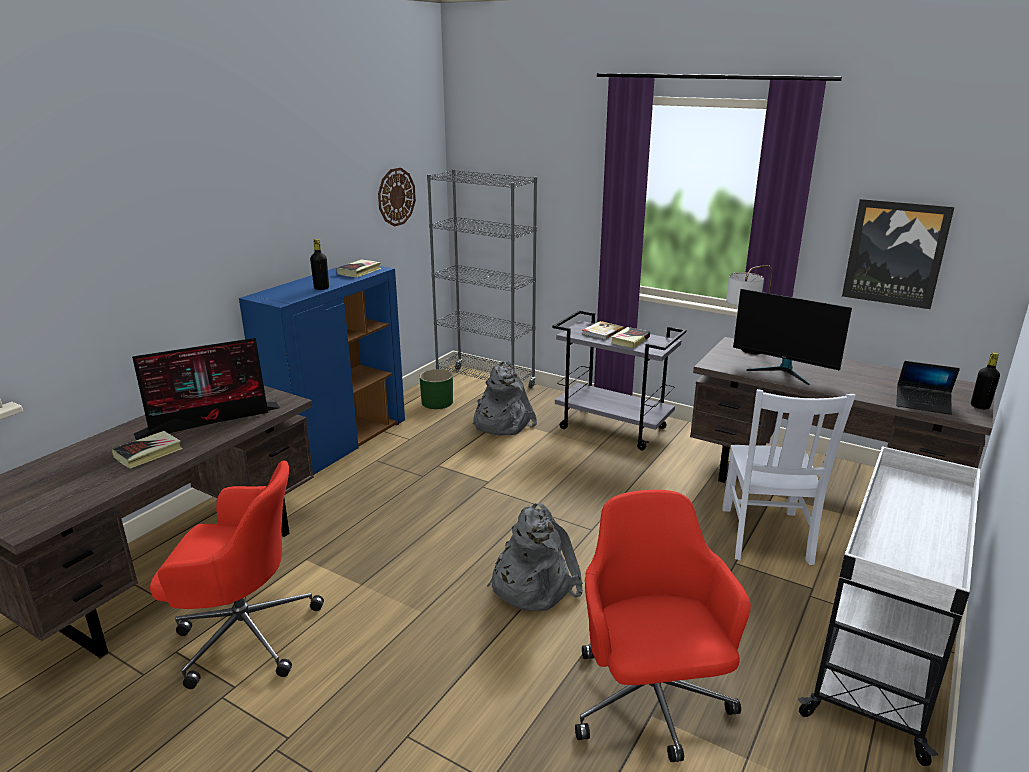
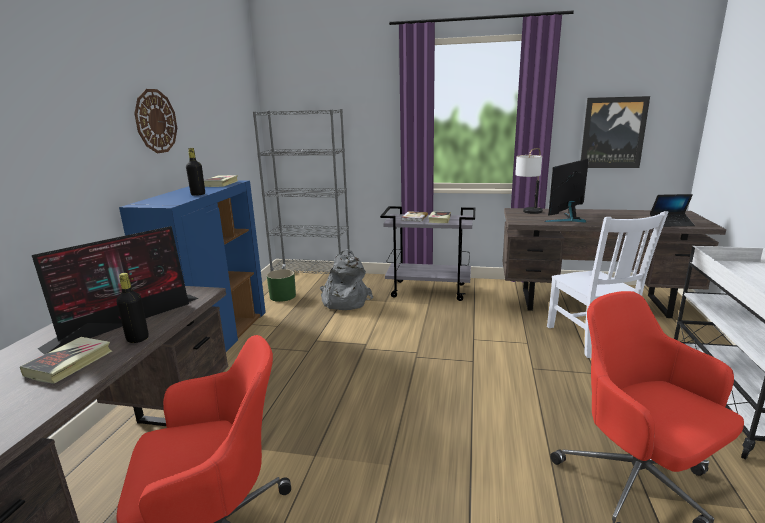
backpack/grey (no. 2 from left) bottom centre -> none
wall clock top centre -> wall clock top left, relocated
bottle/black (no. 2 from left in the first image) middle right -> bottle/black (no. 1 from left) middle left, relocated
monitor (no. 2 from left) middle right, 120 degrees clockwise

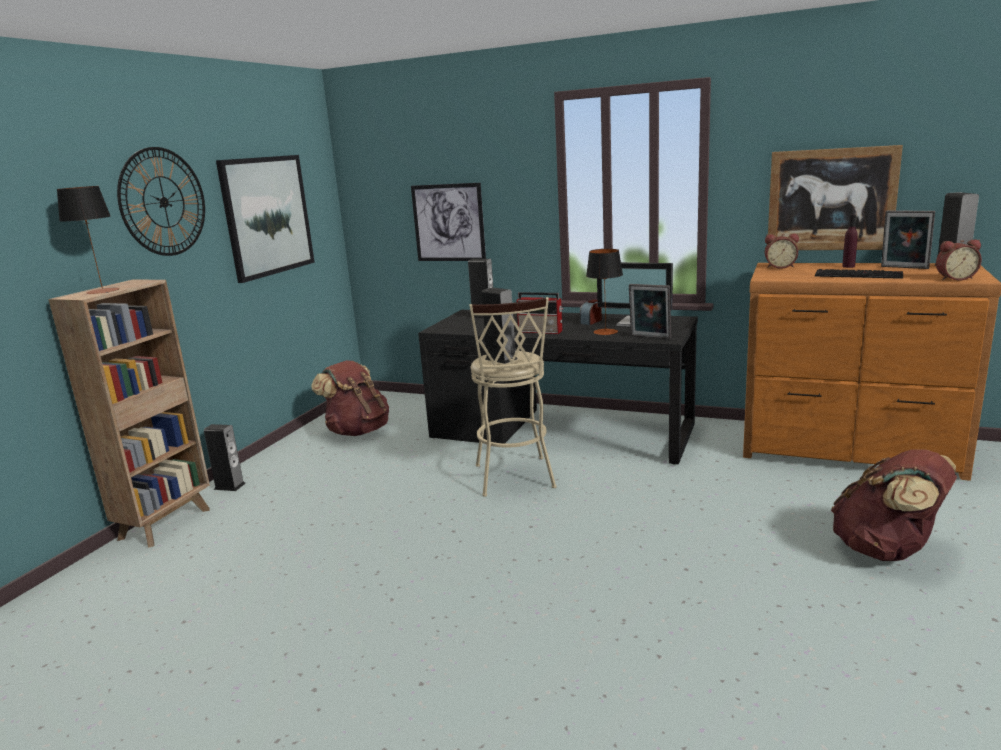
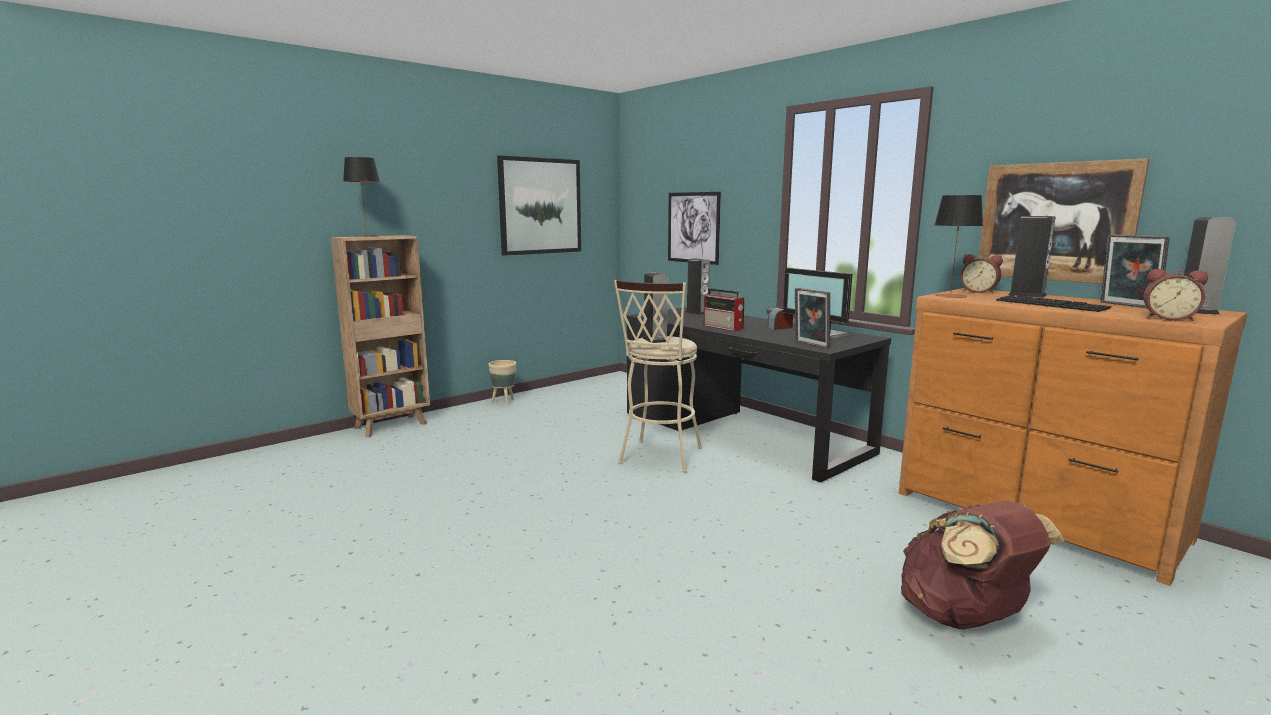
wall clock top left -> none
backpack/brown (no. 1 from left) centre -> none
bottle/purple top right -> none
none -> planter/beige centre
speaker (no. 1 from left in the first image) middle left -> speaker (no. 3 from left) middle right, relocated
table lamp (no. 2 from left) centre -> table lamp (no. 2 from left) middle right, relocated

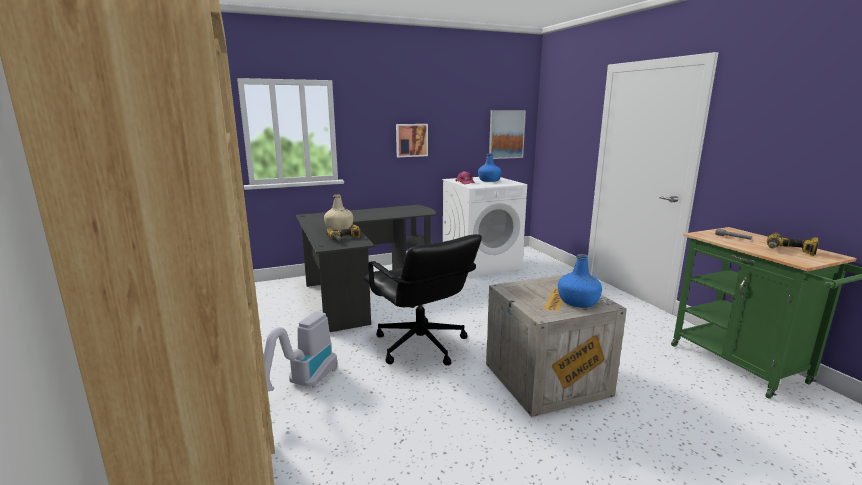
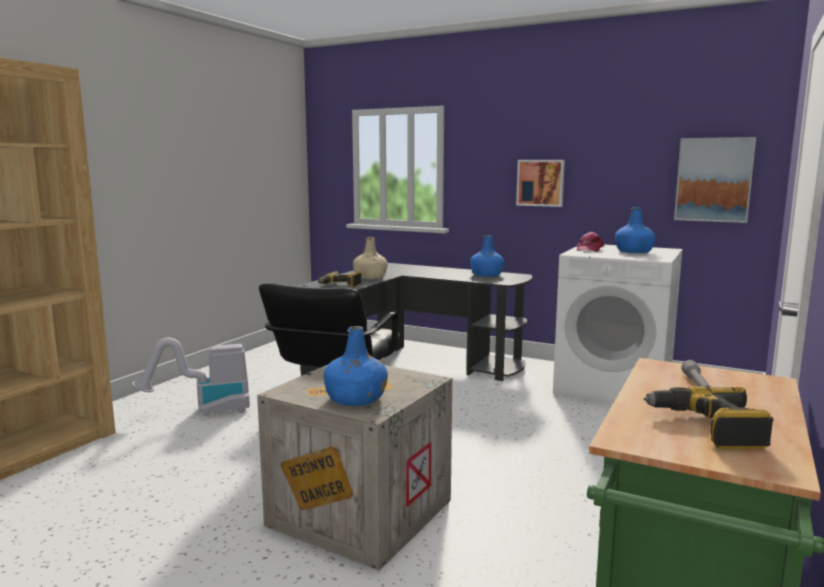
none -> bottle/blue (no. 2 from left) centre

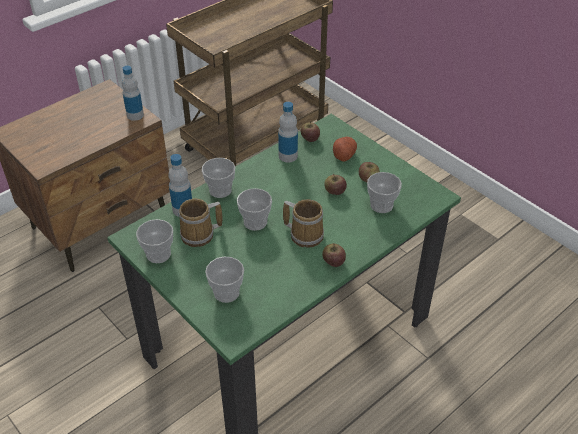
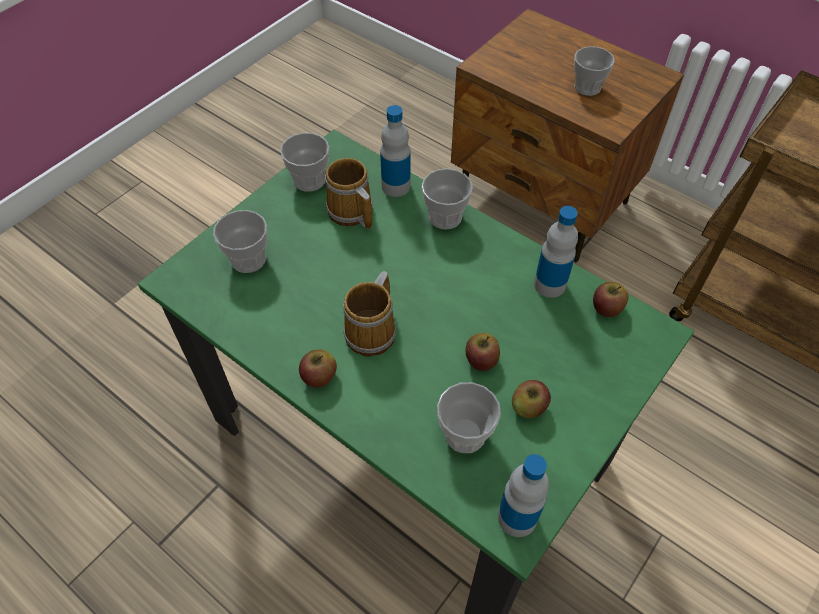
potato centre -> none
bottle (no. 1 from left in the first image) top left -> bottle (no. 2 from left) bottom centre, relocated
cup (no. 4 from left in the first image) centre -> cup (no. 5 from left) top right, relocated

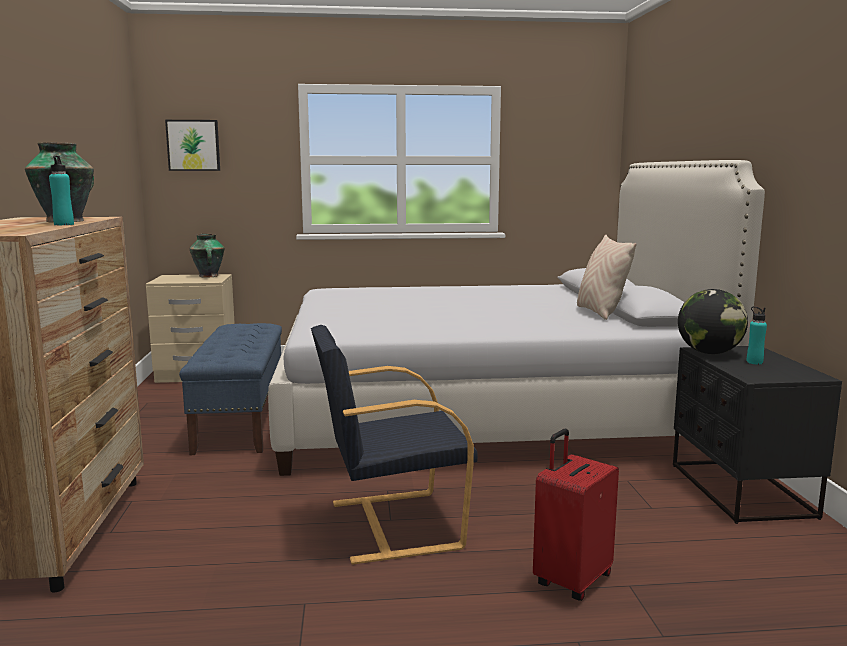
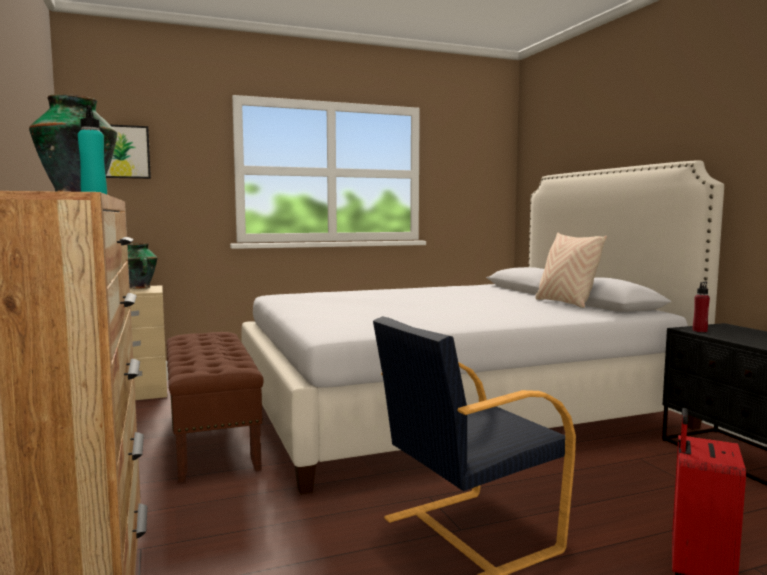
bottle/turquoise (no. 2 from left) middle right -> none
globe middle right -> bottle/red middle right
bench/blue middle left -> bench/brown bottom left

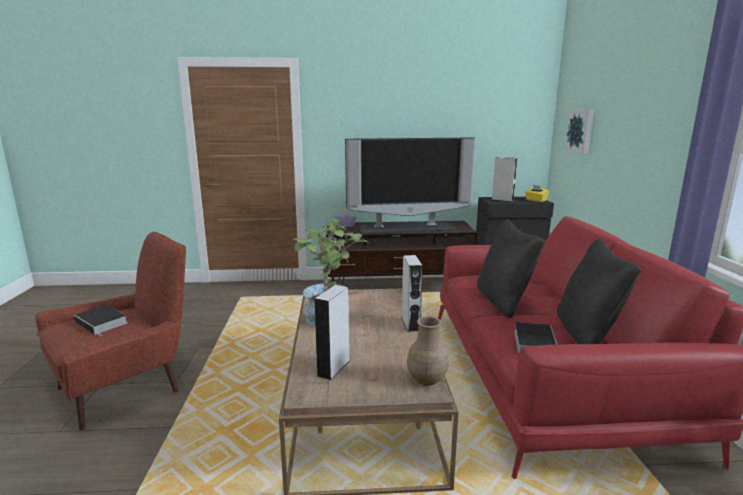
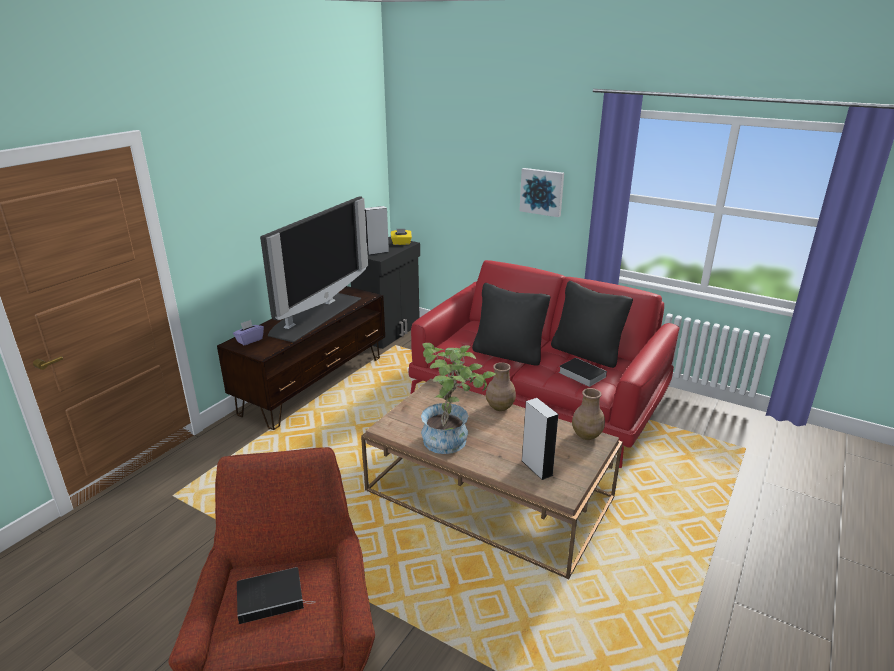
picture top right -> picture top centre, relocated
speaker/grey (no. 2 from left) centre -> vase/brown (no. 1 from left) centre

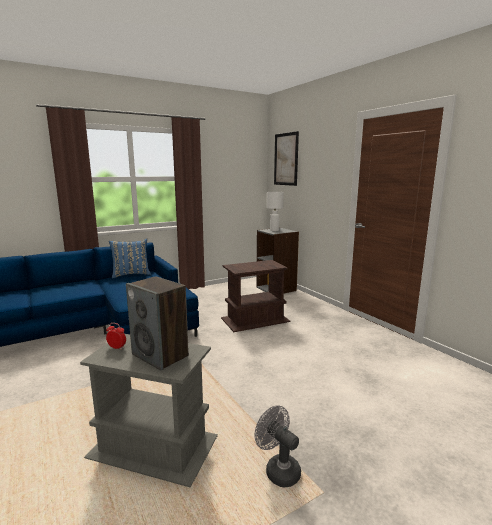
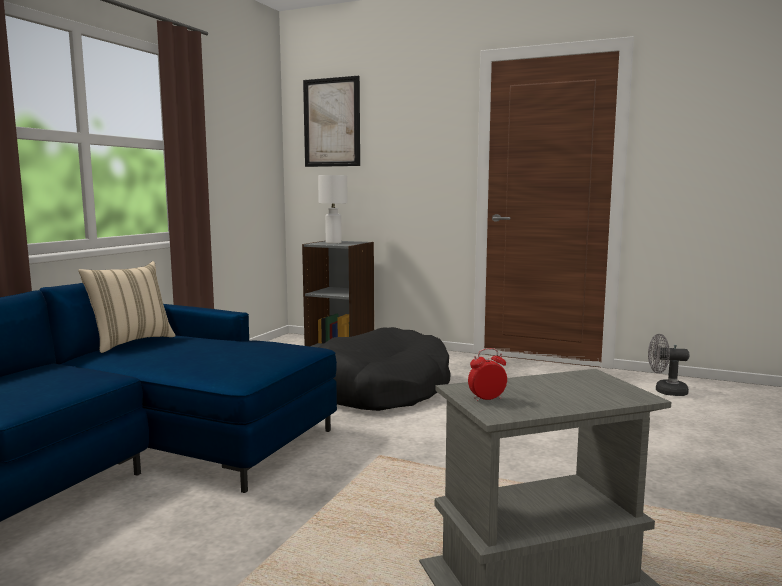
speaker middle left -> none
fan/grey bottom centre -> fan/grey middle right, relocated
side table/brown centre -> dog bed/black centre
pillow/blue middle left -> pillow/beige middle left

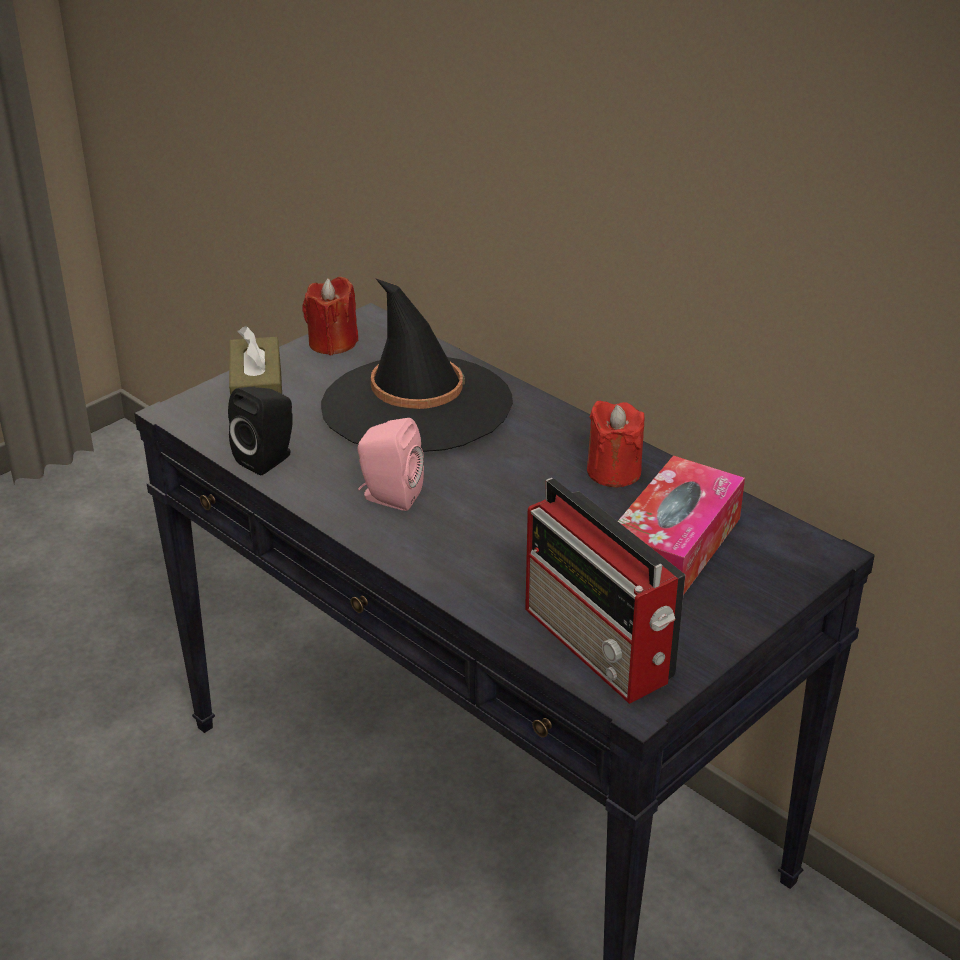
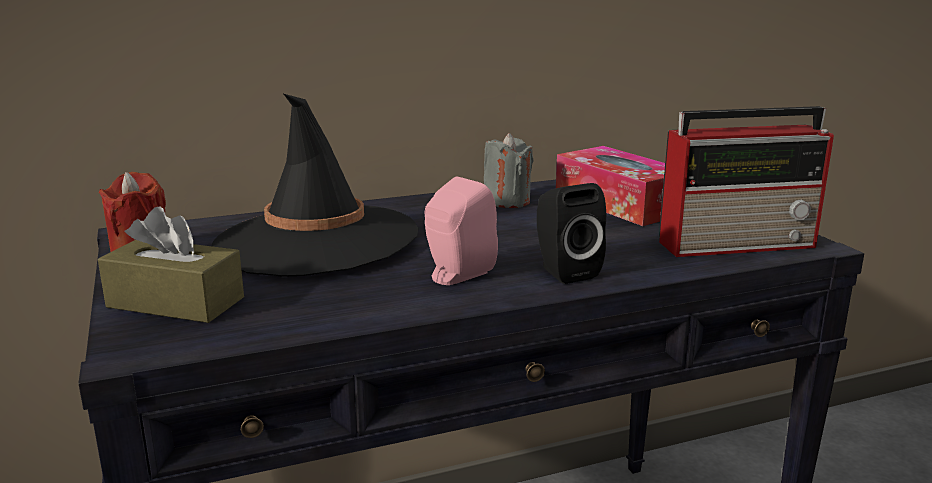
speaker/black middle left -> speaker/black centre, relocated
candle/red (no. 2 from left) centre -> candle/grey centre

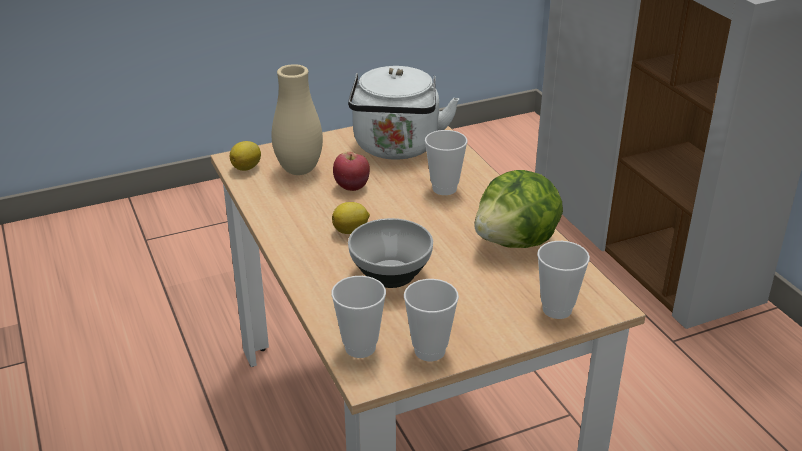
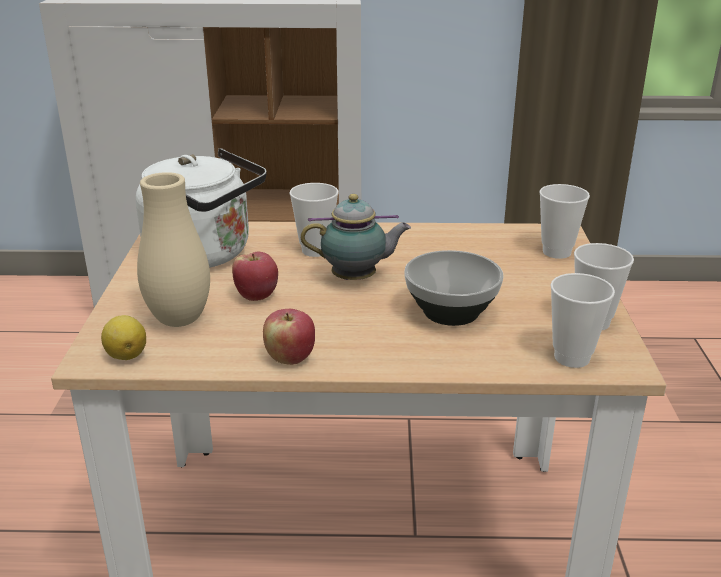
lemon (no. 2 from left) centre -> none
lettuce centre -> none
none -> apple (no. 2 from left) centre
none -> teapot centre

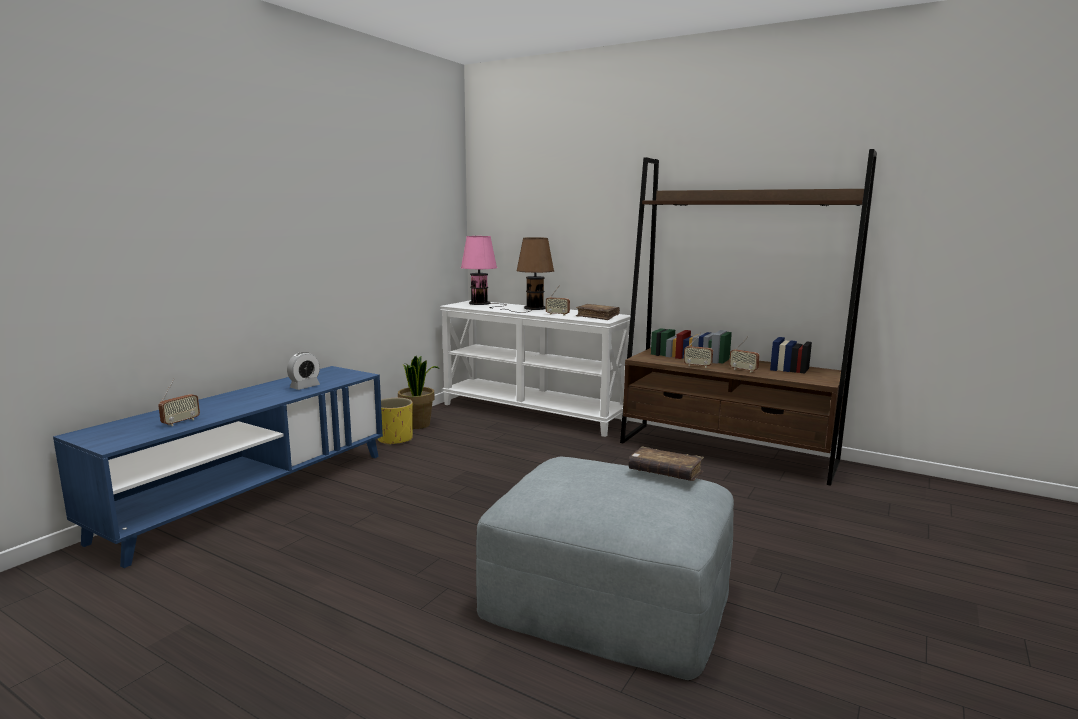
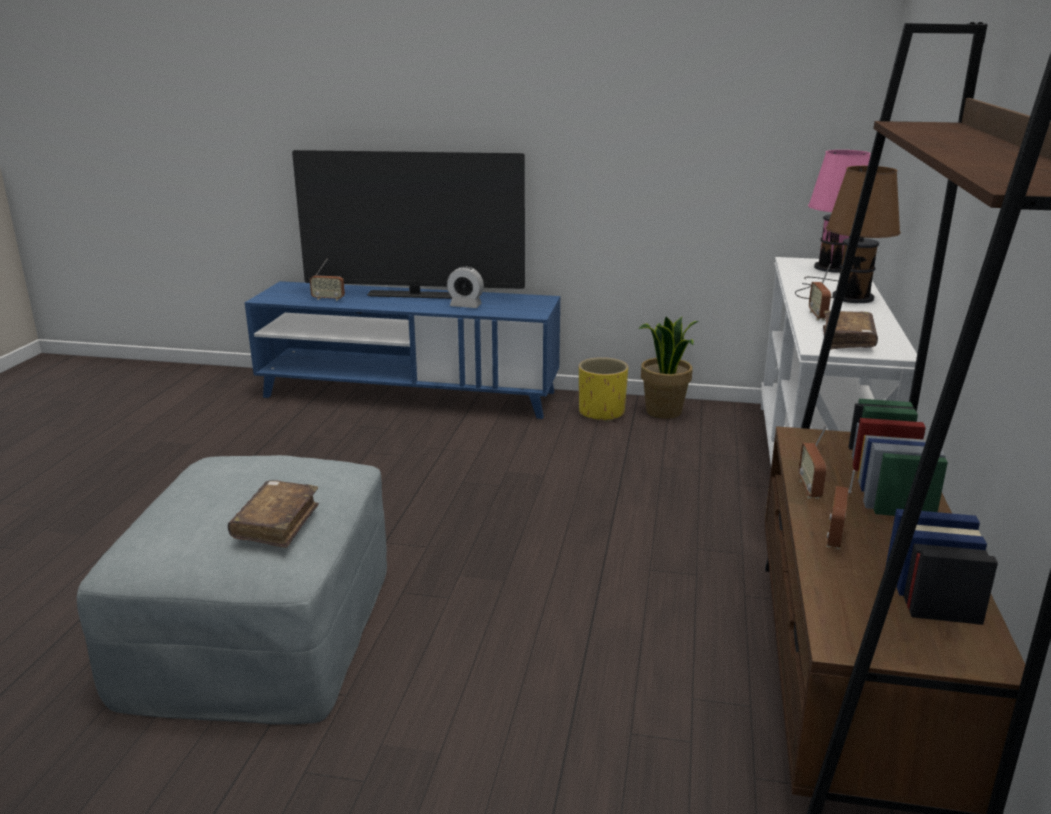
none -> television top centre

